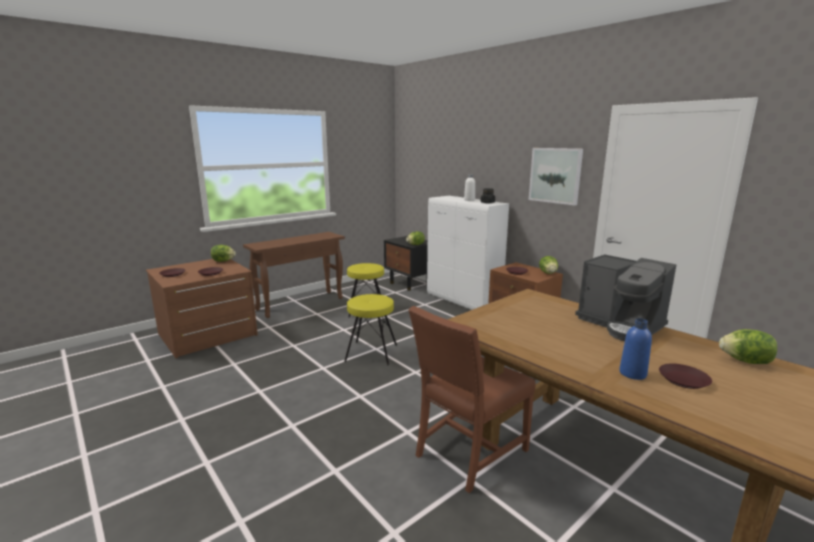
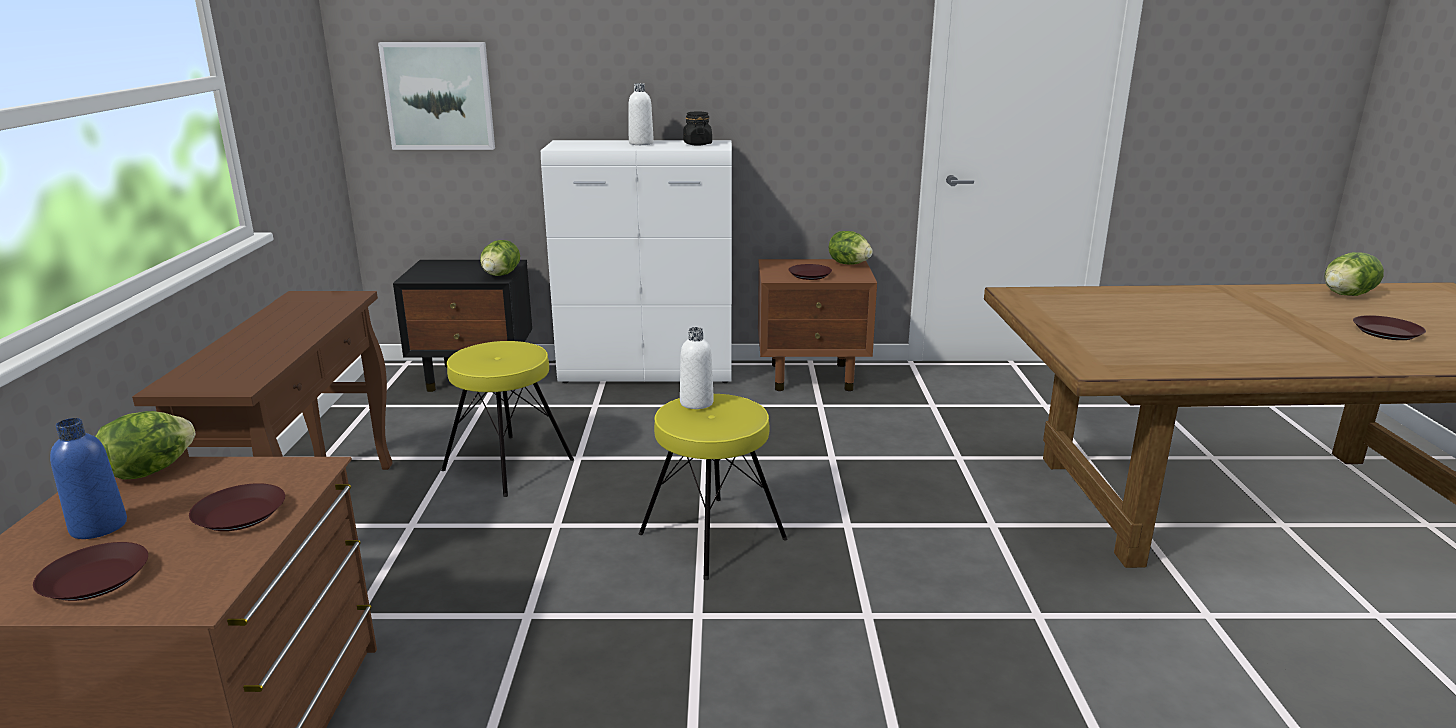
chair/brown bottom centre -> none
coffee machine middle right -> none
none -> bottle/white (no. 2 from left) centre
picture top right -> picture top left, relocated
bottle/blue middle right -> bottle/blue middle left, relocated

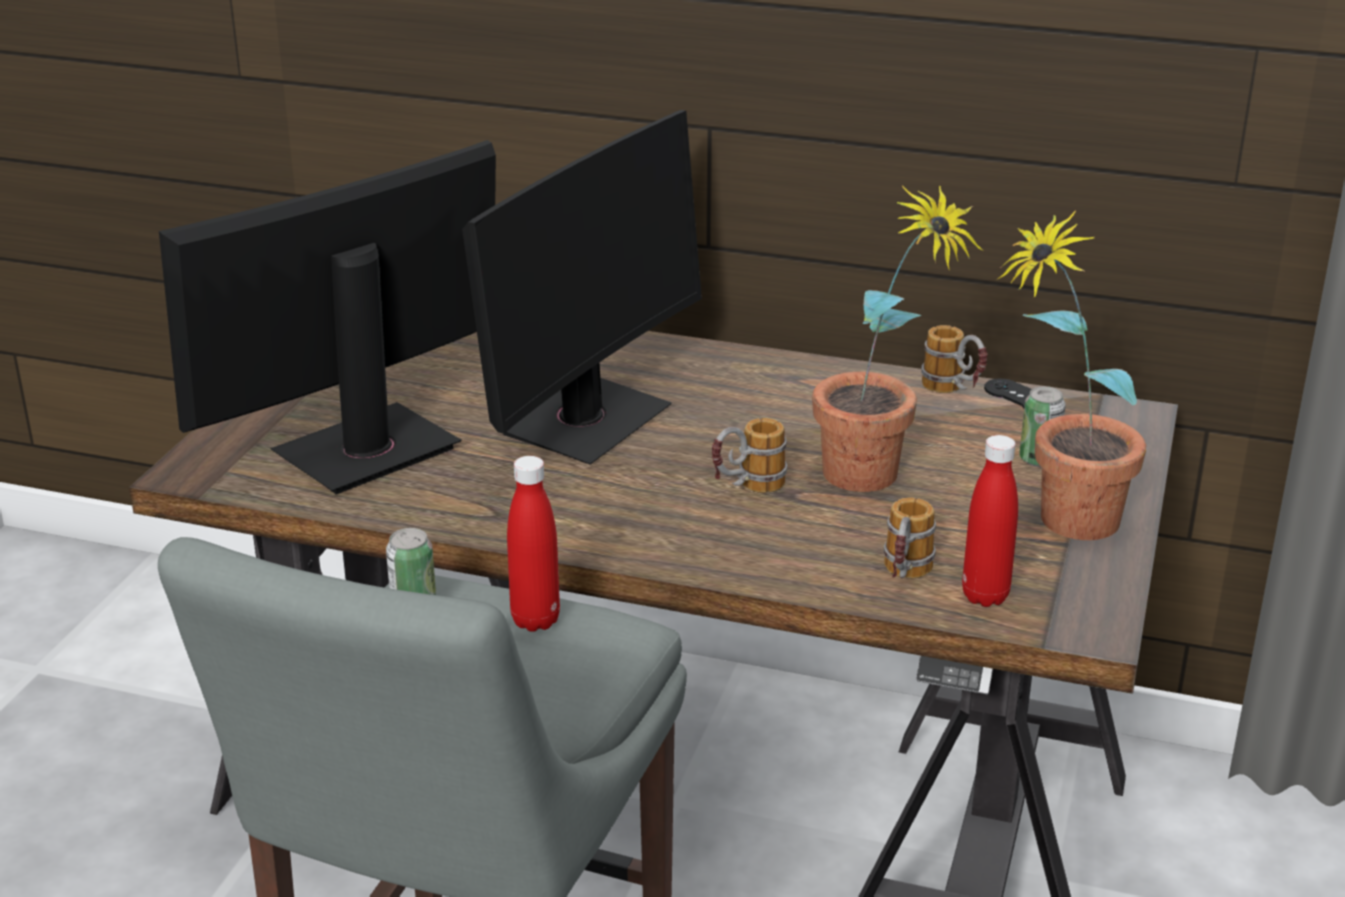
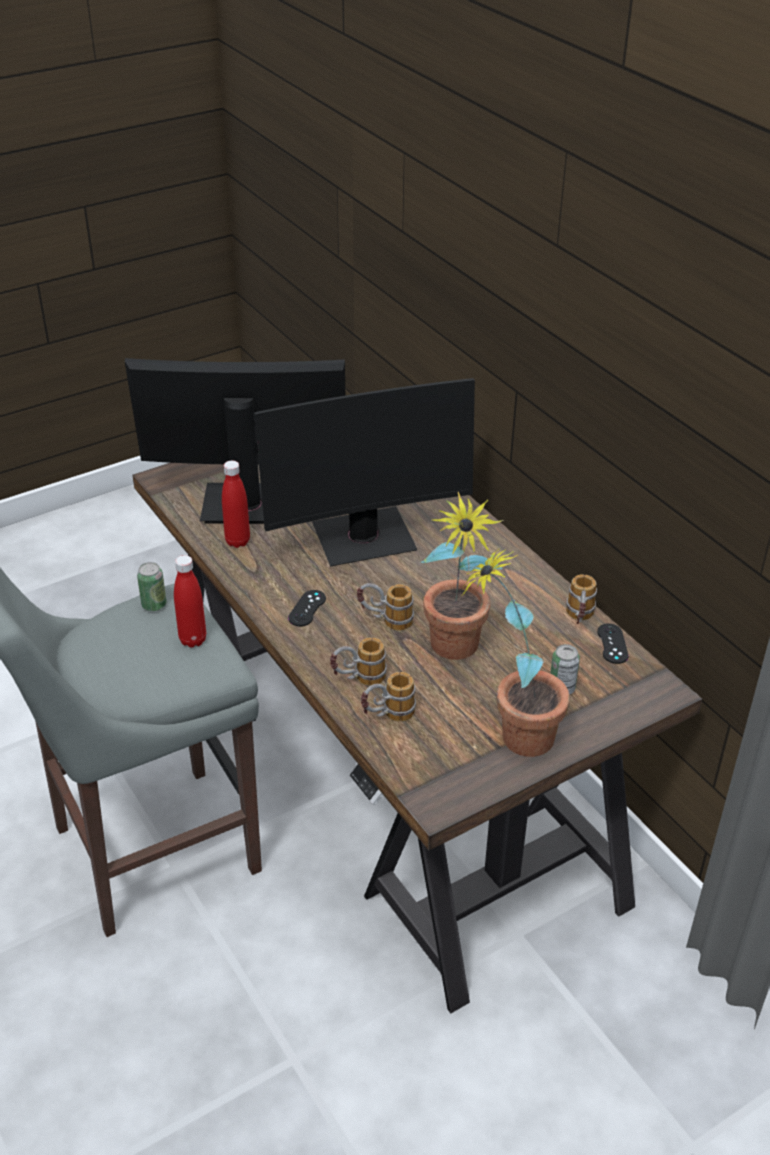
none -> game controller/black (no. 1 from left) centre
none -> mug (no. 1 from left) centre
bottle/red (no. 2 from left) middle right -> bottle/red (no. 2 from left) middle left, relocated

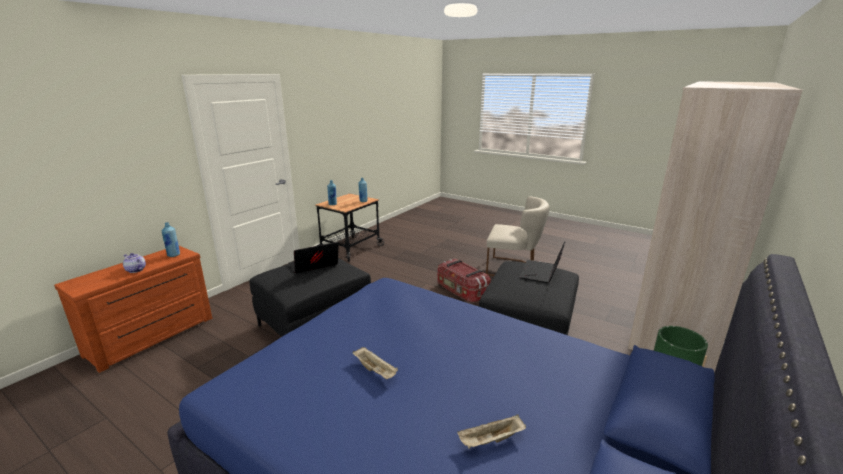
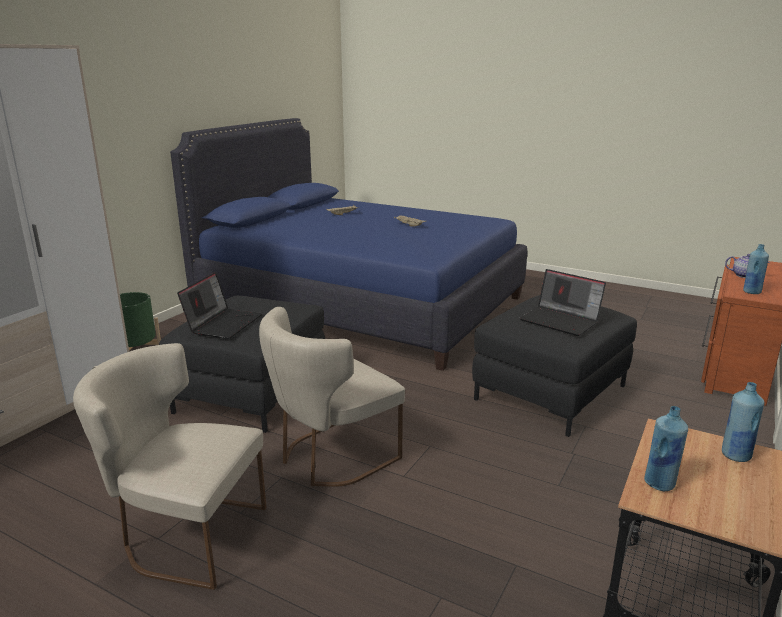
storage box centre -> chair/beige (no. 2 from left) centre
laptop (no. 1 from left in the first image) centre -> laptop (no. 2 from left) middle right, 75 degrees clockwise

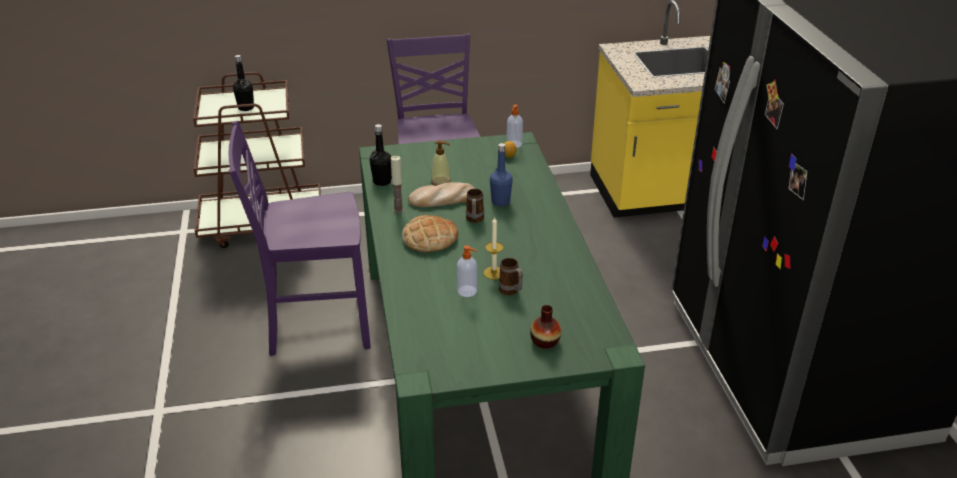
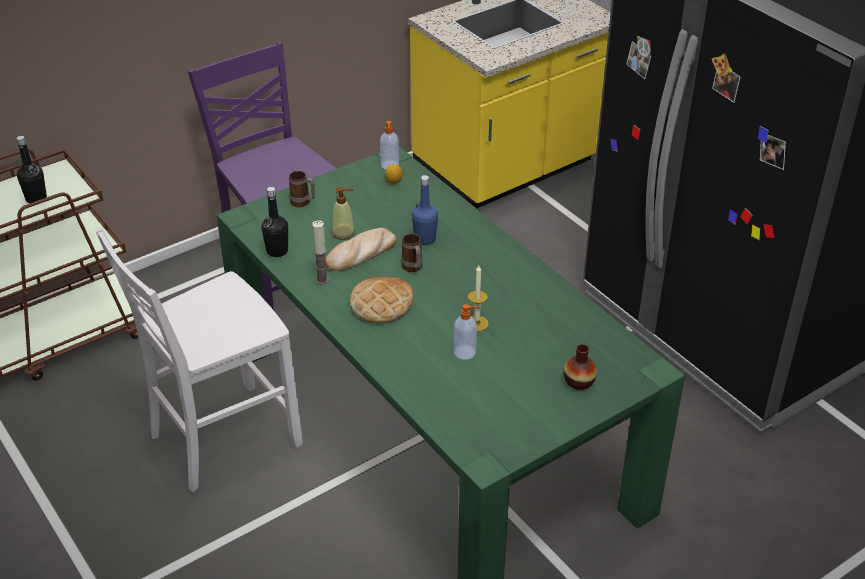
mug (no. 2 from left in the first image) centre -> mug (no. 1 from left) top centre, relocated
chair/purple (no. 1 from left) middle left -> chair/white middle left

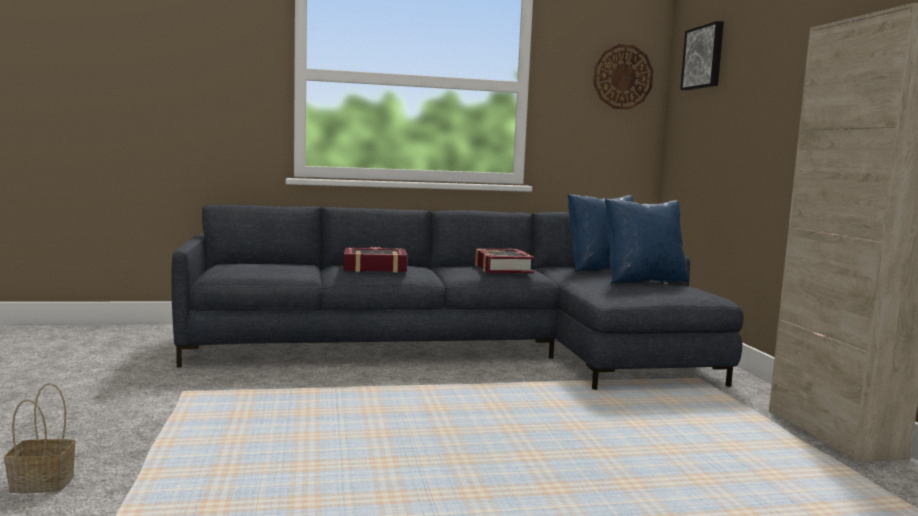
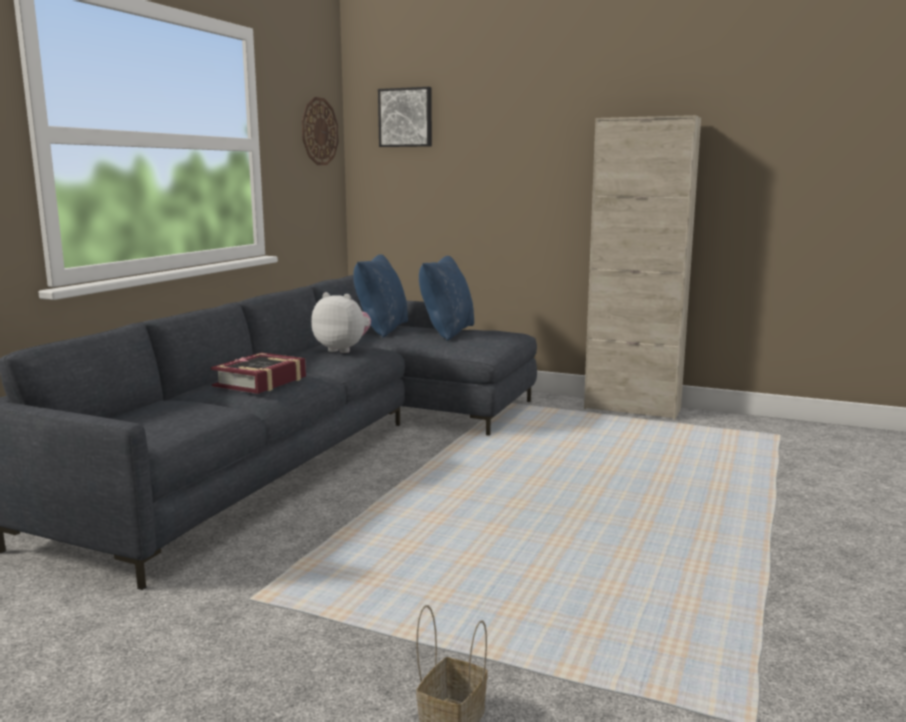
book (no. 2 from left) centre -> plush toy centre

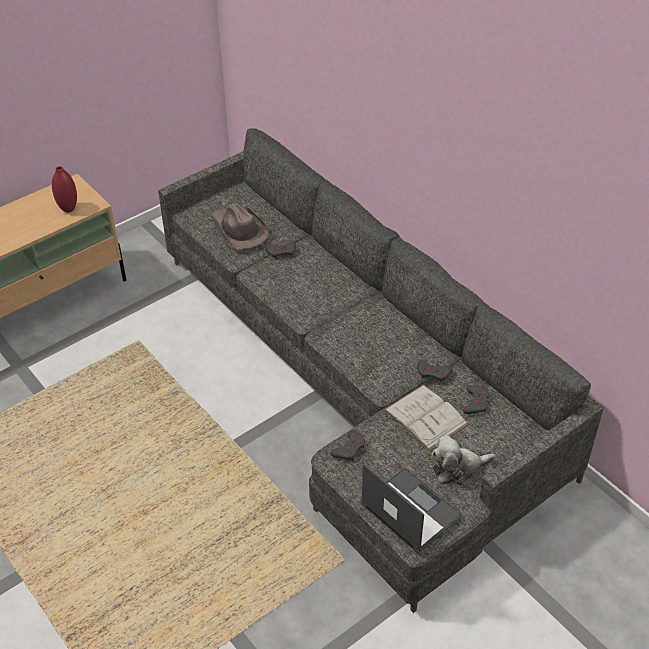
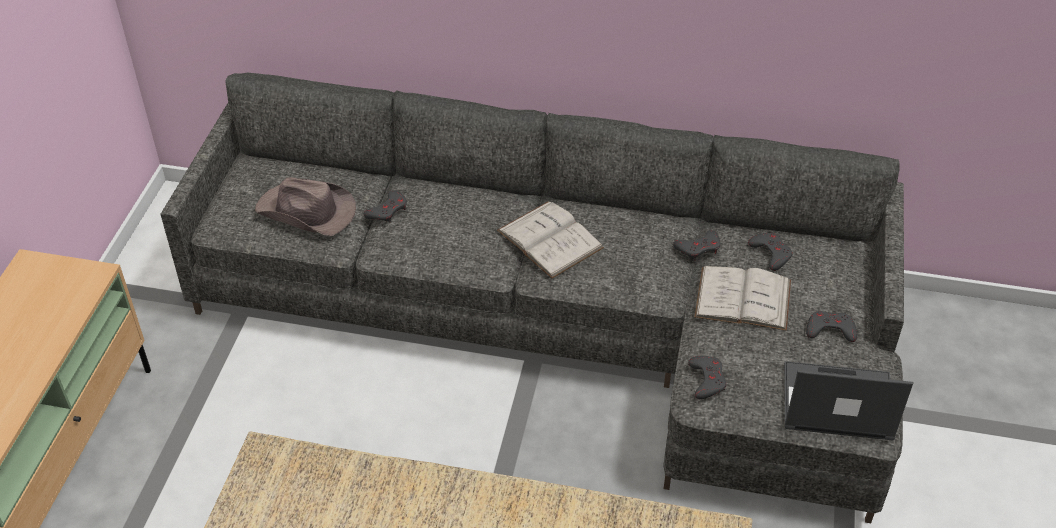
vase/red top left -> none
none -> book/white (no. 1 from left) centre
plush toy bottom right -> game controller/grey (no. 5 from left) middle right

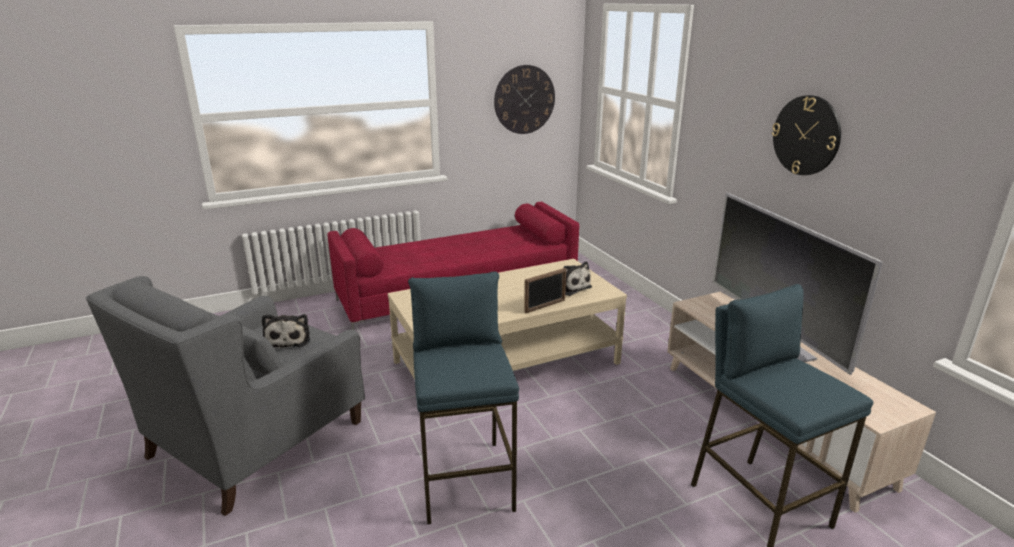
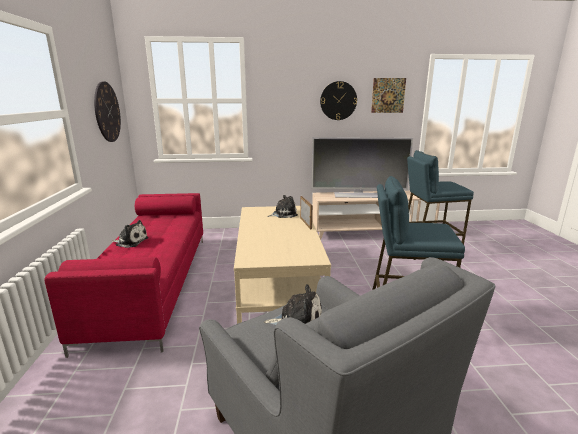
none -> plush toy (no. 1 from left) middle left
none -> picture top right

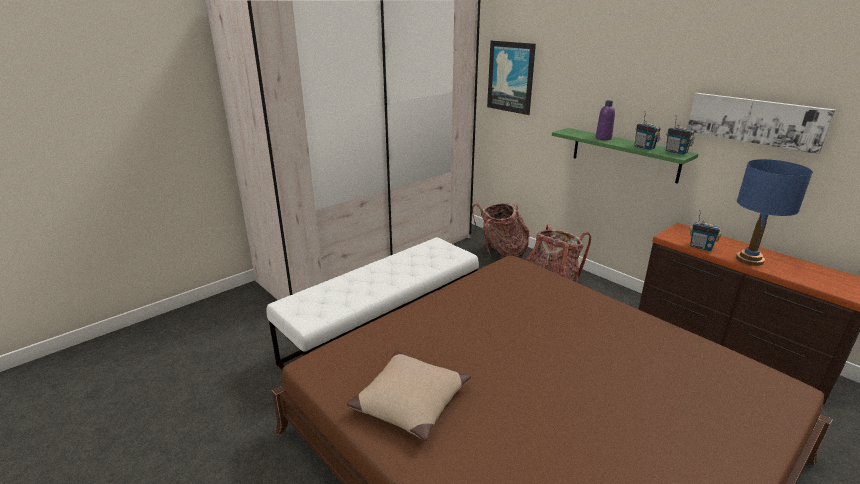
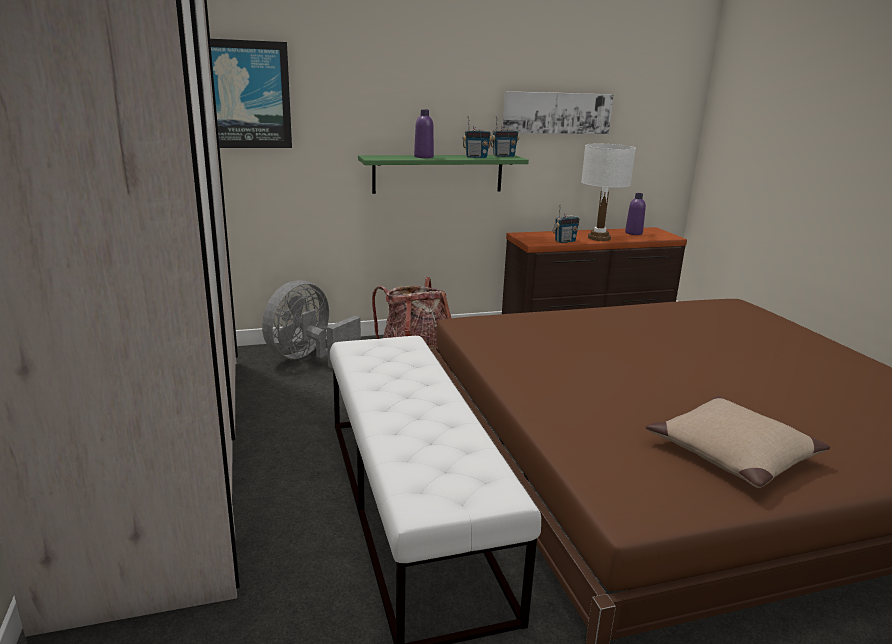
none -> bottle/purple (no. 2 from left) top right
backpack (no. 1 from left) centre -> fan/grey centre
table lamp/blue middle right -> table lamp/white top right

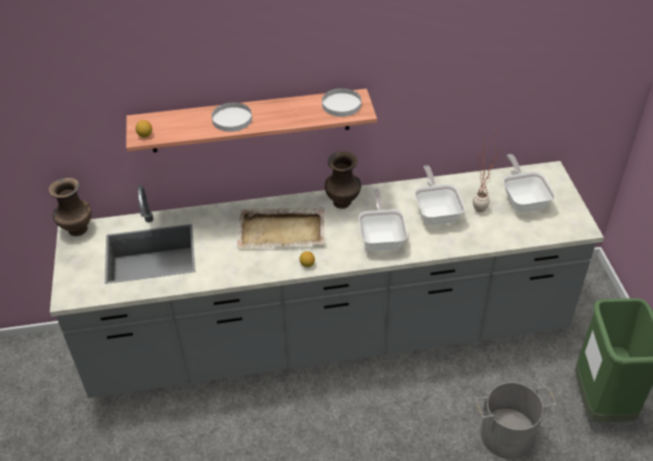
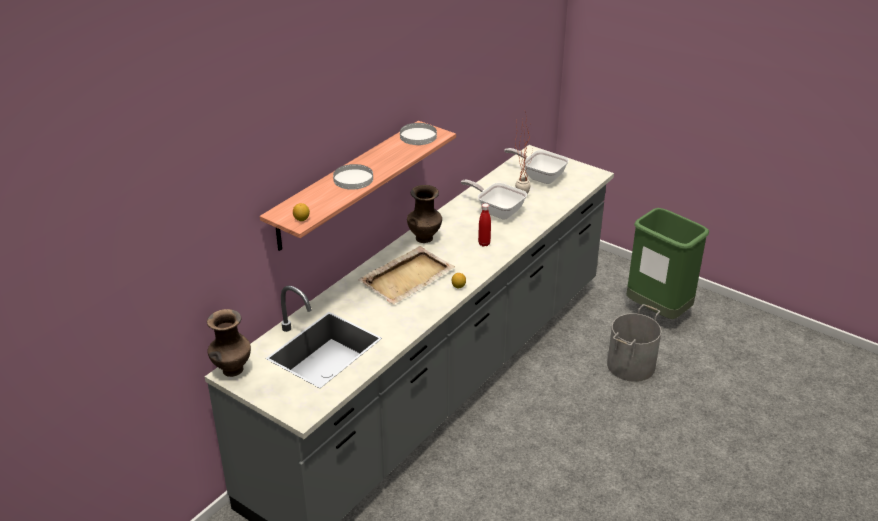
frying pan (no. 1 from left) centre -> bottle/red centre

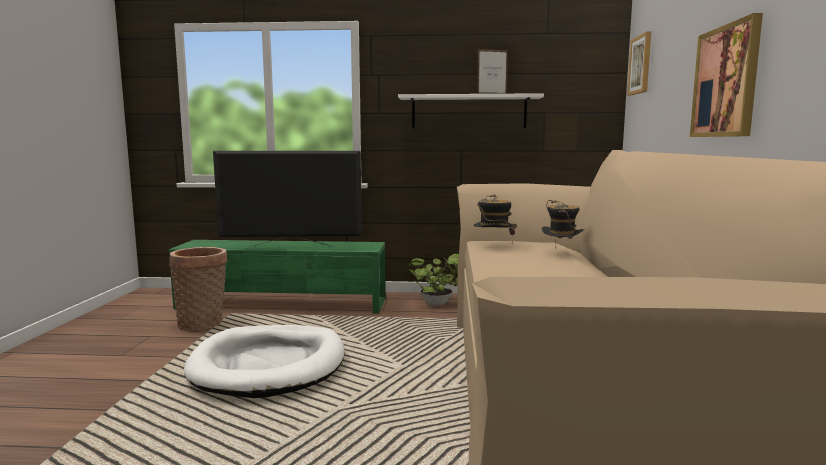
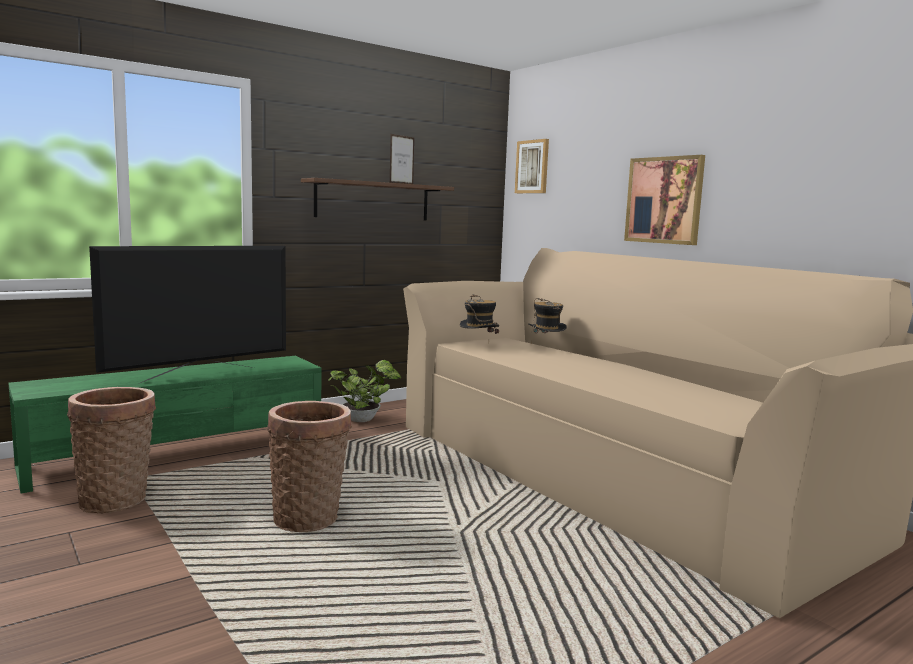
dog bed/white bottom left -> basket (no. 2 from left) bottom centre
shelf/white top centre -> shelf/brown top centre

